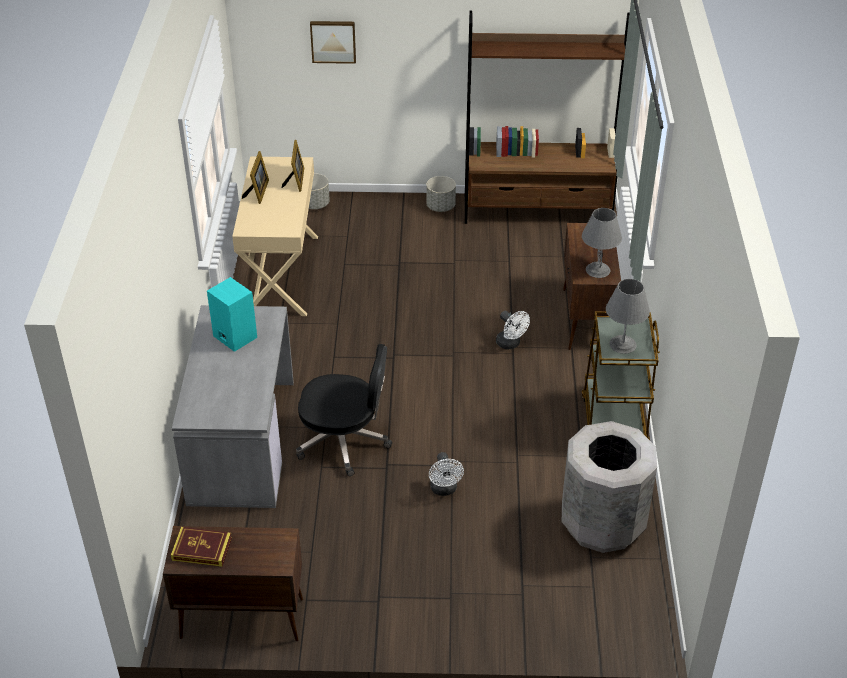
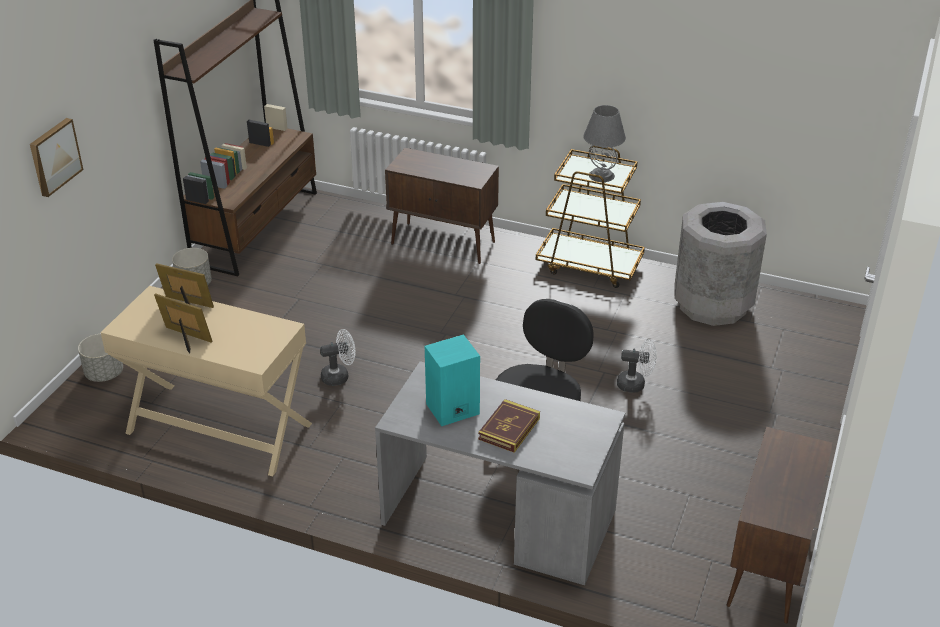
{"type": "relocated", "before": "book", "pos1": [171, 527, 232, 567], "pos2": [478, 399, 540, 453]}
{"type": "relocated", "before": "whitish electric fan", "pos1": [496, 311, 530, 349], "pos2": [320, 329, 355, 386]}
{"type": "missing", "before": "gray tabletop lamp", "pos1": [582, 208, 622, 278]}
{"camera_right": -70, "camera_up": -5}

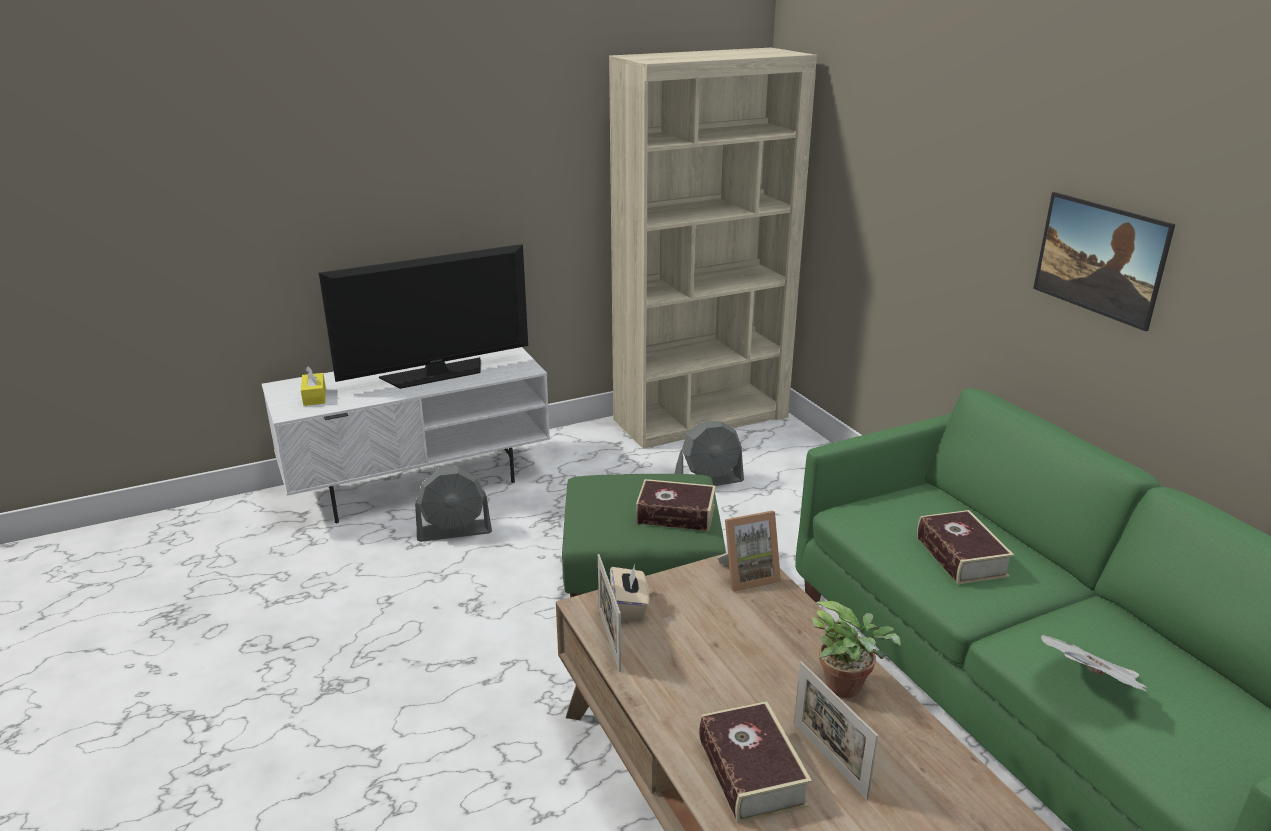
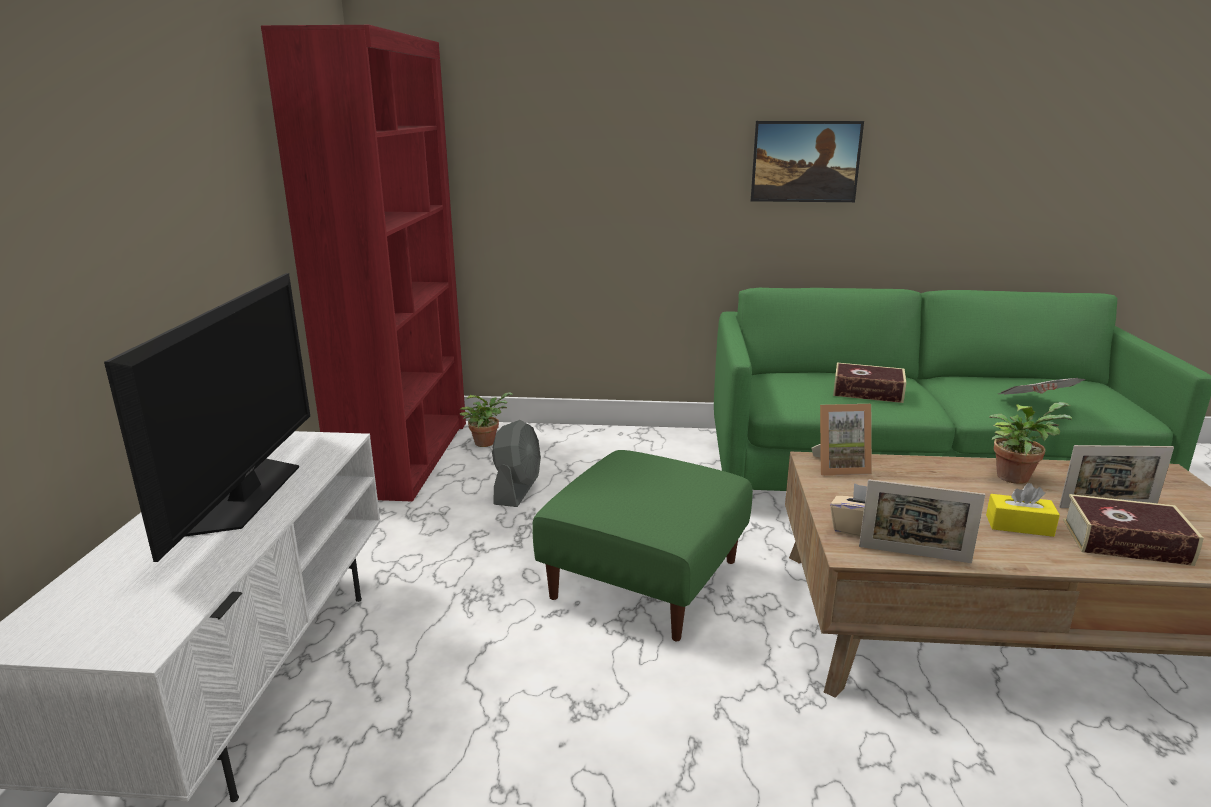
{"type": "relocated", "before": "yellow-coloured tissue holder", "pos1": [301, 366, 326, 406], "pos2": [986, 483, 1060, 537]}
{"type": "missing", "before": "gray electric fan", "pos1": [415, 466, 492, 542]}
{"type": "colour", "before": "sand-coloured bookcase", "after": "red-coloured bookcase", "pos1": [609, 48, 817, 449], "pos2": [261, 25, 466, 502]}
{"type": "missing", "before": "book", "pos1": [636, 479, 716, 531]}
{"type": "spun", "before": "photo frame", "pos1": [718, 511, 781, 592], "pos2": [811, 404, 872, 476], "turn": 75}
{"type": "appeared", "after": "plant in a pot", "pos2": [460, 392, 514, 447]}
{"camera_right": -60, "camera_up": -5}

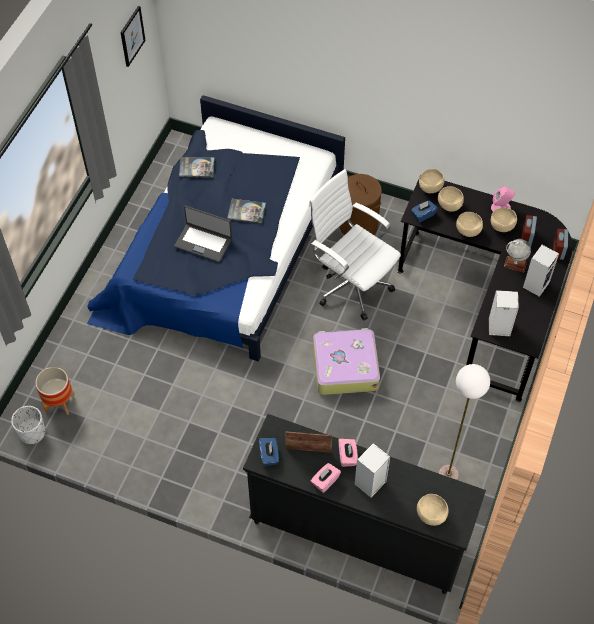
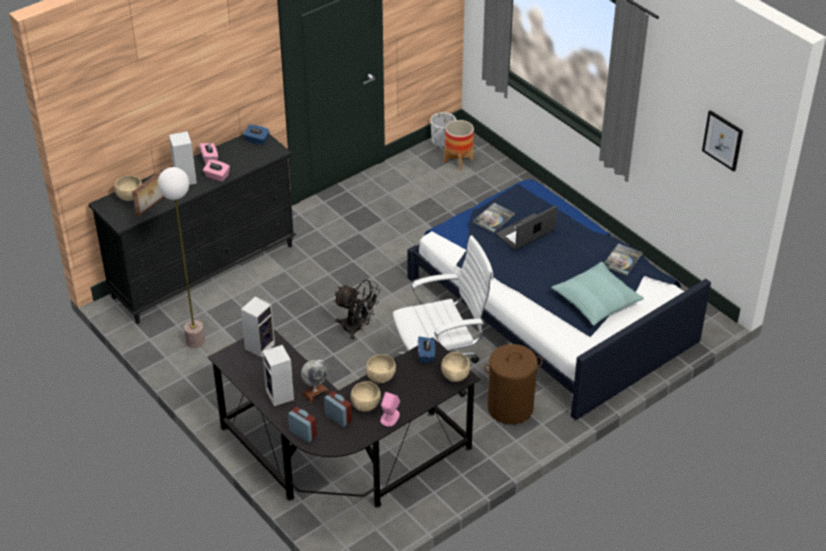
{"type": "relocated", "before": "book", "pos1": [227, 199, 266, 224], "pos2": [473, 203, 515, 233]}
{"type": "relocated", "before": "photo frame", "pos1": [286, 432, 332, 453], "pos2": [132, 171, 164, 217]}
{"type": "exchanged", "before": "suitcase", "after": "blackish electric fan", "pos1": [313, 328, 380, 395], "pos2": [333, 279, 380, 339]}
{"type": "missing", "before": "sand-coloured serving bowl", "pos1": [438, 186, 464, 212]}
{"type": "appeared", "after": "throw pillow", "pos2": [551, 262, 644, 326]}
{"camera_right": 120, "camera_up": -15}

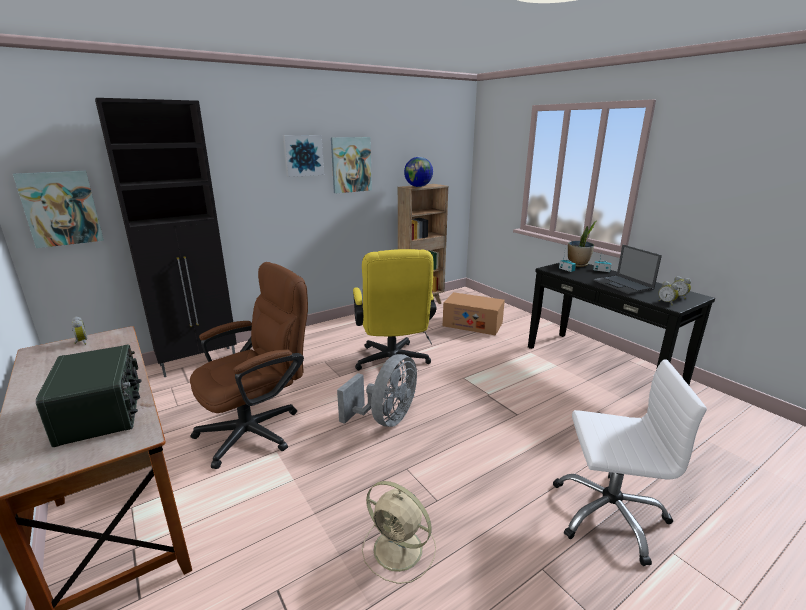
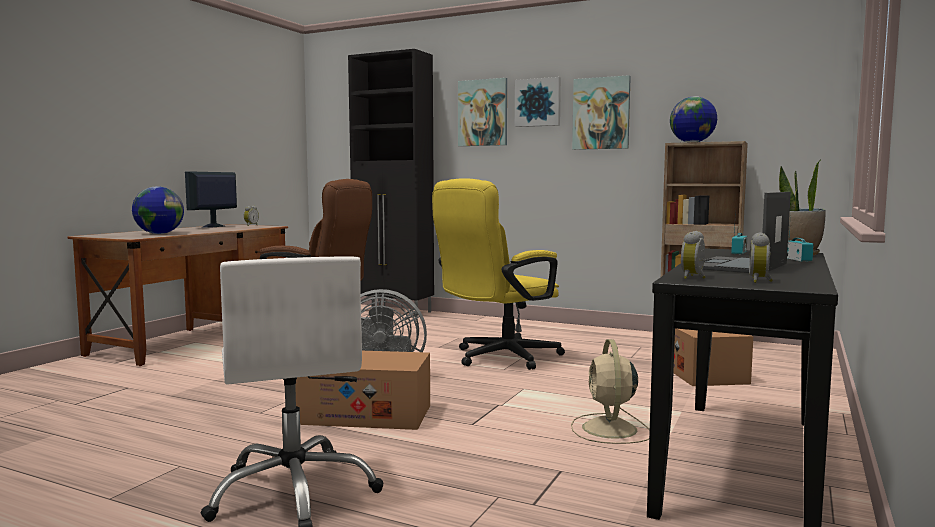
{"type": "relocated", "before": "picture", "pos1": [13, 171, 104, 248], "pos2": [458, 78, 507, 146]}
{"type": "exchanged", "before": "radio receiver", "after": "world globe", "pos1": [36, 344, 142, 447], "pos2": [132, 186, 184, 234]}
{"type": "relocated", "before": "sand-coloured electric fan", "pos1": [362, 481, 436, 584], "pos2": [571, 339, 650, 444]}
{"type": "appeared", "after": "computer screen", "pos2": [185, 171, 237, 228]}
{"type": "appeared", "after": "carton", "pos2": [295, 351, 430, 430]}
{"camera_right": 60, "camera_up": -15}

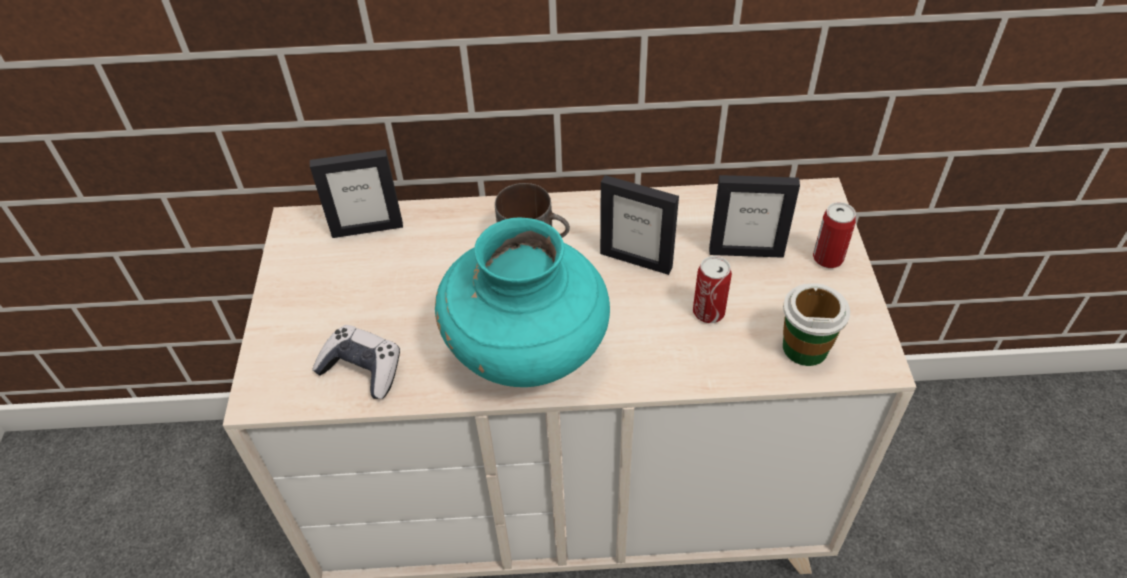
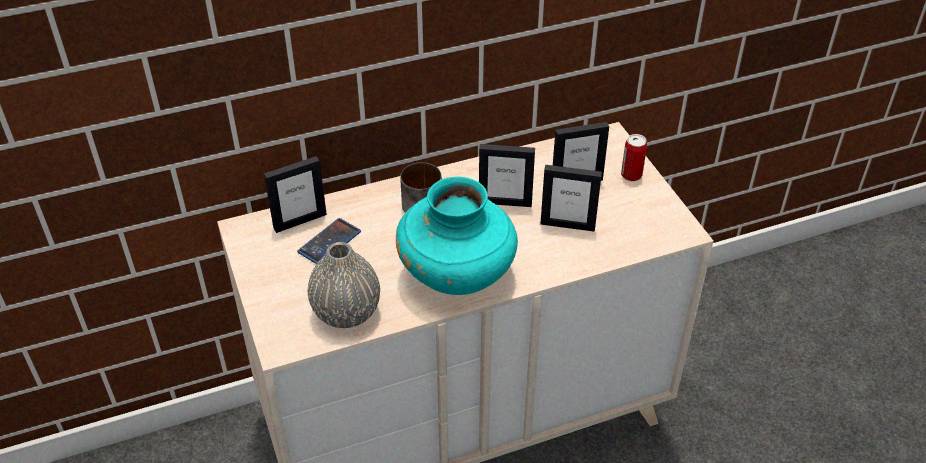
{"type": "exchanged", "before": "gamepad", "after": "gray vase", "pos1": [312, 325, 400, 399], "pos2": [308, 242, 380, 328]}
{"type": "exchanged", "before": "can", "after": "photo frame", "pos1": [693, 256, 732, 323], "pos2": [540, 165, 602, 232]}
{"type": "missing", "before": "small cup", "pos1": [783, 283, 850, 366]}
{"type": "appeared", "after": "handset", "pos2": [297, 218, 361, 264]}
{"camera_right": -20, "camera_up": -5}

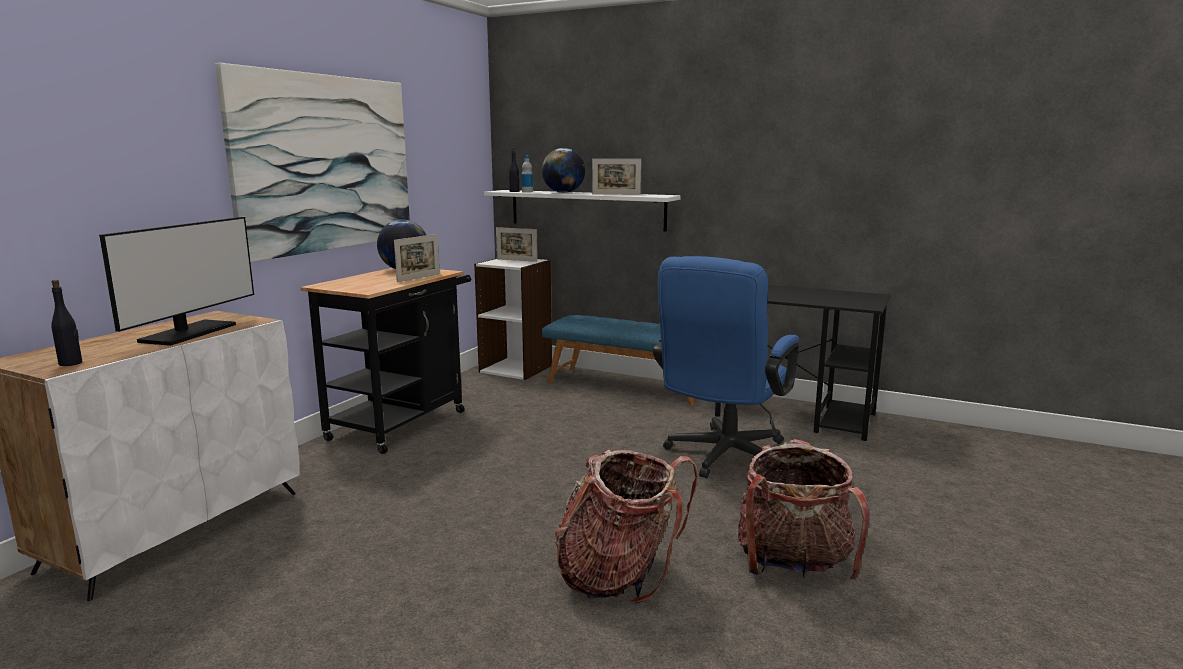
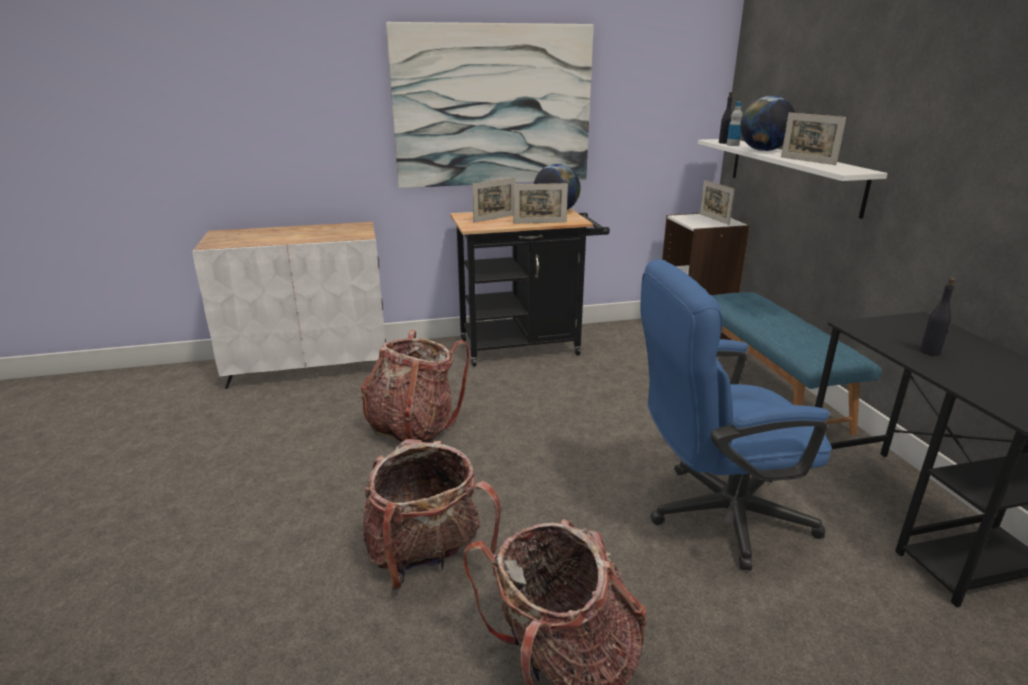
{"type": "relocated", "before": "blackish drink bottle", "pos1": [51, 280, 82, 366], "pos2": [920, 278, 955, 356]}
{"type": "missing", "before": "computer screen", "pos1": [99, 217, 254, 346]}
{"type": "appeared", "after": "knapsack", "pos2": [361, 330, 470, 443]}
{"type": "appeared", "after": "photo frame", "pos2": [472, 178, 516, 223]}
{"camera_right": 50, "camera_up": 10}

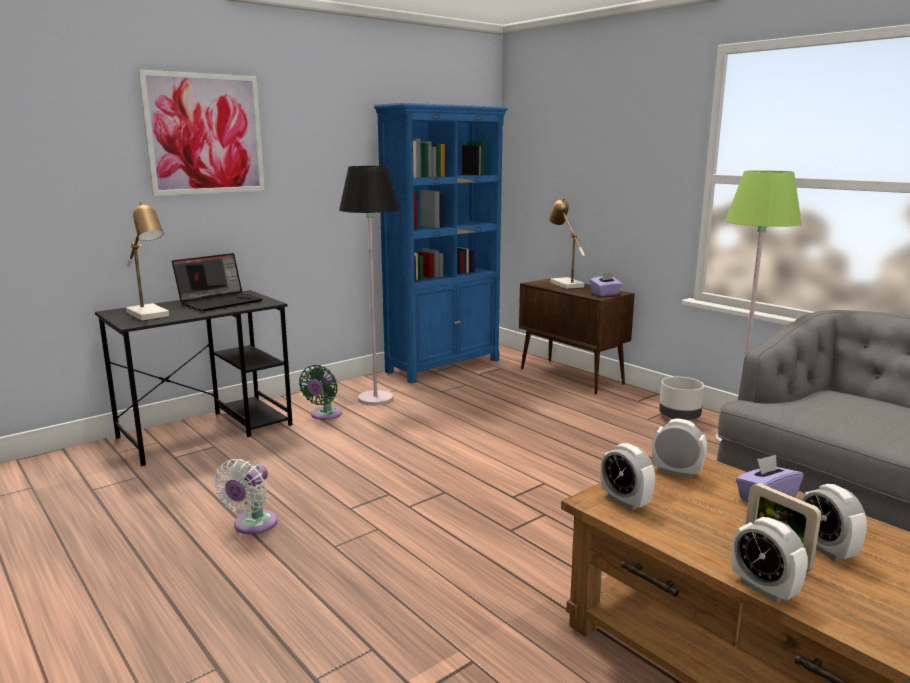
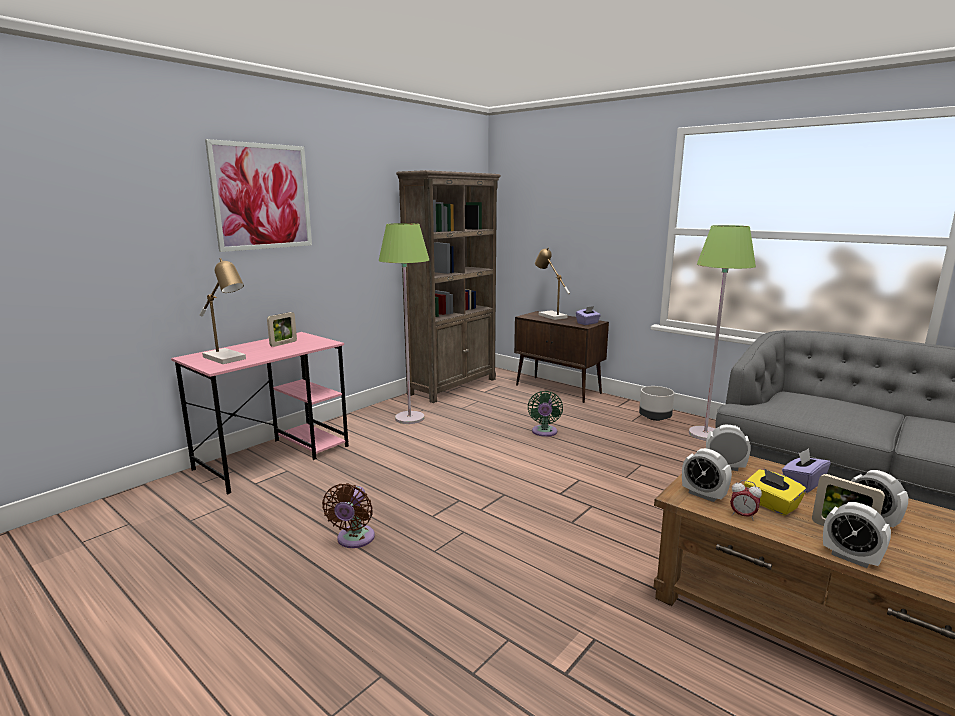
{"type": "colour", "before": "blackish desk", "after": "pink-coloured desk", "pos1": [95, 290, 293, 466], "pos2": [171, 332, 349, 495]}
{"type": "exchanged", "before": "laptop", "after": "photo frame", "pos1": [172, 253, 263, 311], "pos2": [267, 312, 297, 347]}
{"type": "colour", "before": "whitish electric fan", "after": "brown electric fan", "pos1": [214, 459, 278, 534], "pos2": [322, 483, 375, 548]}
{"type": "relocated", "before": "greenish electric fan", "pos1": [299, 365, 342, 420], "pos2": [528, 391, 563, 437]}
{"type": "colour", "before": "blackish floor lamp", "after": "greenish floor lamp", "pos1": [339, 166, 400, 405], "pos2": [379, 223, 429, 424]}
{"type": "colour", "before": "bluish bookcase", "after": "brown bookcase", "pos1": [374, 103, 508, 384], "pos2": [396, 170, 501, 403]}
{"type": "appeared", "after": "alarm clock", "pos2": [730, 480, 762, 521]}
{"type": "appeared", "after": "yellow-coloured tissue holder", "pos2": [744, 468, 806, 516]}
{"camera_right": -10, "camera_up": 0}

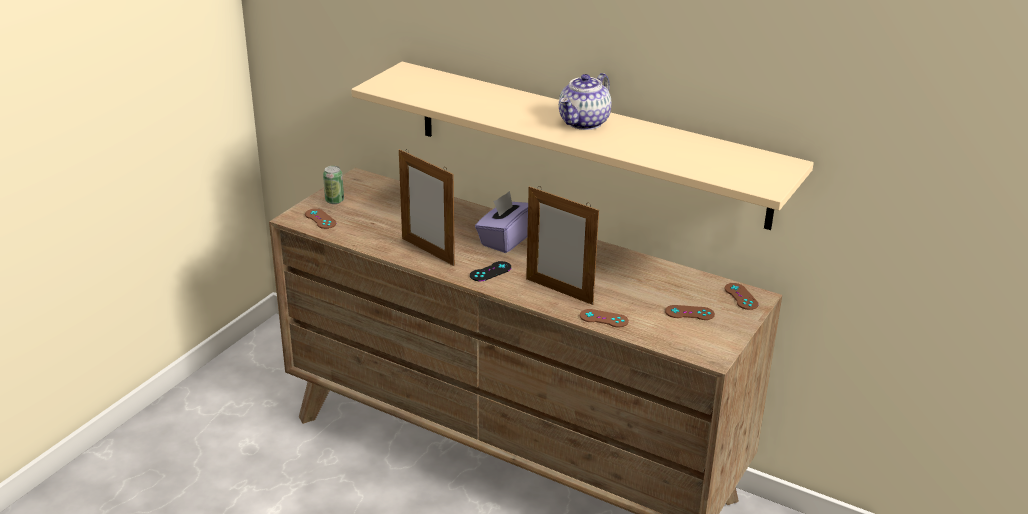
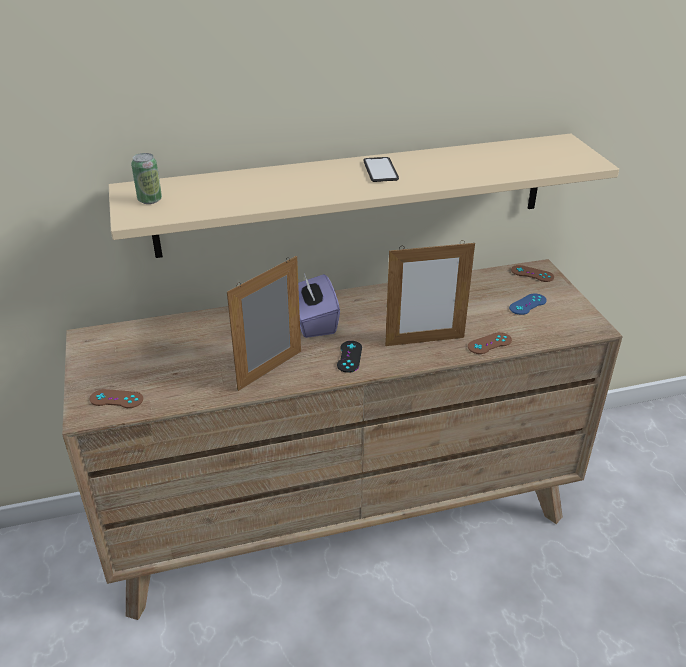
{"type": "relocated", "before": "can", "pos1": [323, 166, 344, 204], "pos2": [131, 153, 162, 204]}
{"type": "spun", "before": "photo frame", "pos1": [399, 149, 455, 266], "pos2": [227, 256, 301, 391], "turn": 135}
{"type": "exchanged", "before": "pot for tea", "after": "handset", "pos1": [559, 73, 611, 130], "pos2": [364, 157, 399, 182]}
{"type": "colour", "before": "brown gamepad", "after": "bluish gamepad", "pos1": [665, 305, 715, 320], "pos2": [509, 293, 547, 315]}
{"camera_right": -45, "camera_up": 5}

